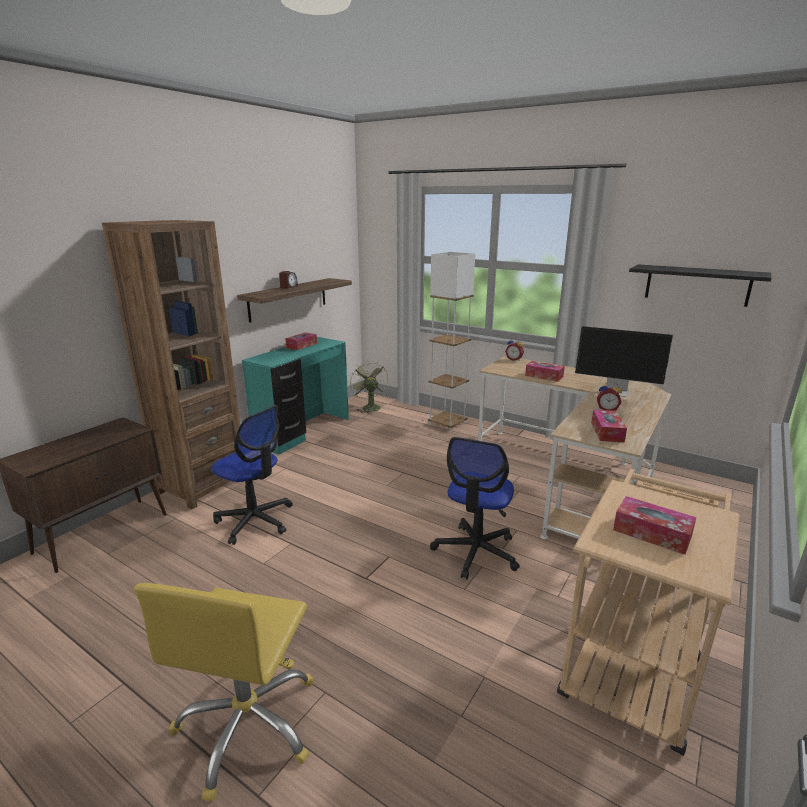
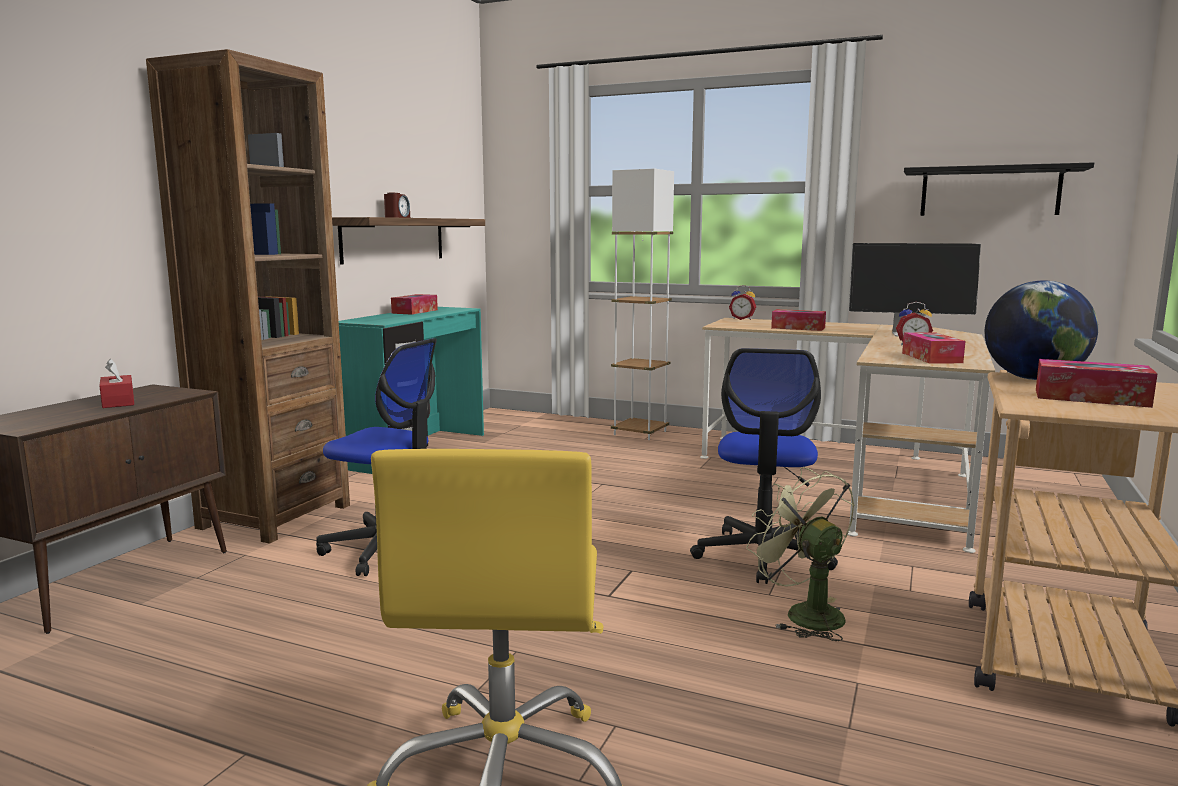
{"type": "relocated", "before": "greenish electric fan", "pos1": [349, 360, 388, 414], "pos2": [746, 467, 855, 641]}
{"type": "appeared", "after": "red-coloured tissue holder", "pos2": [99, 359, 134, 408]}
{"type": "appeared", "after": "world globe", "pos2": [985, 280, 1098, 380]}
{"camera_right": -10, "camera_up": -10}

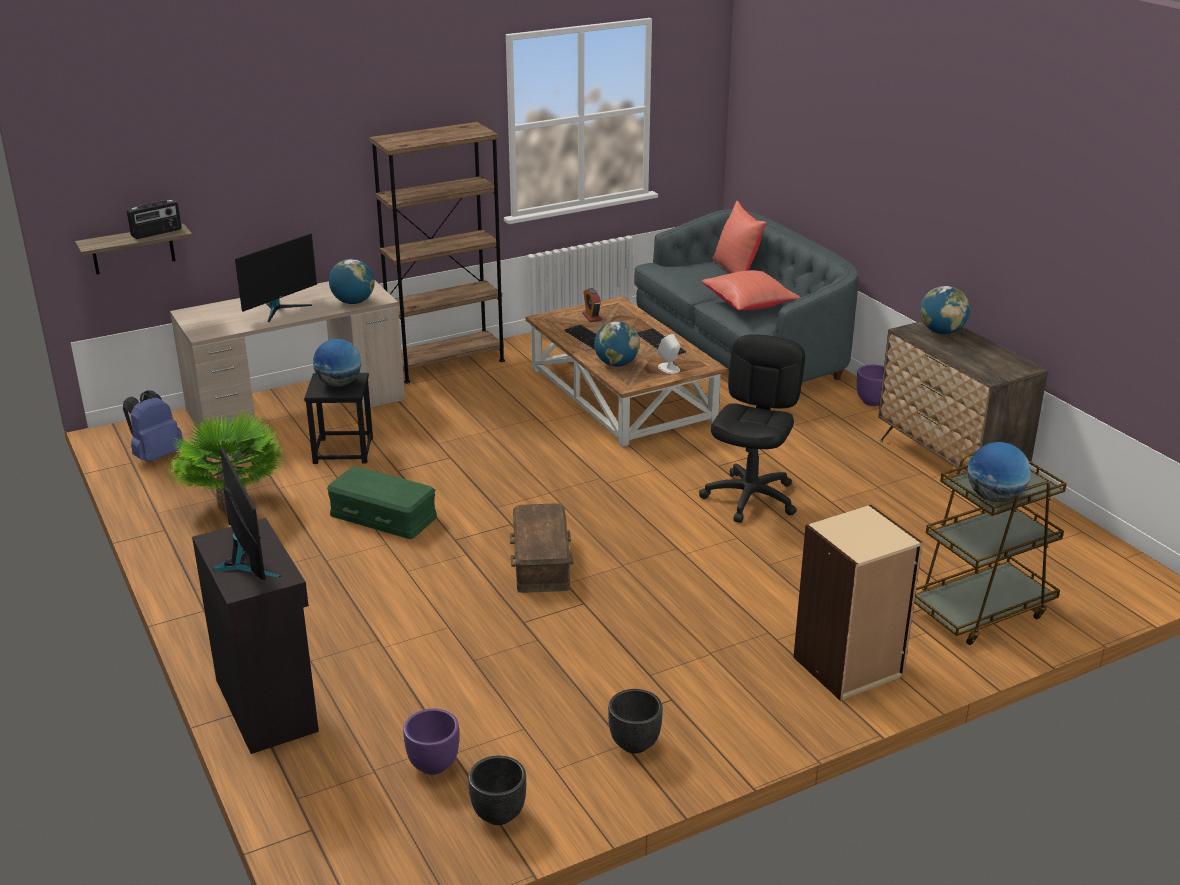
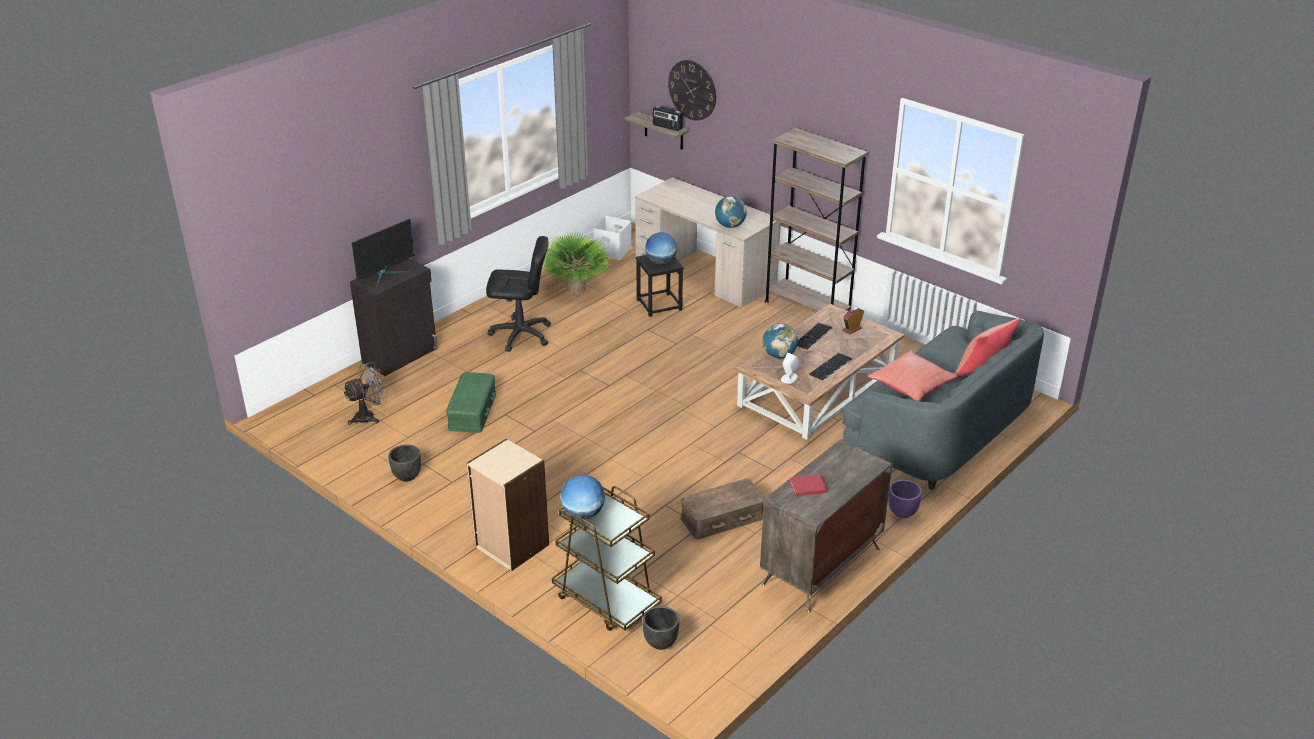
{"type": "exchanged", "before": "bluish knapsack", "after": "whitish storage container", "pos1": [123, 390, 183, 462], "pos2": [593, 216, 632, 260]}
{"type": "missing", "before": "computer screen", "pos1": [235, 233, 317, 322]}
{"type": "relocated", "before": "greenish storage container", "pos1": [327, 466, 437, 539], "pos2": [446, 372, 496, 433]}
{"type": "exchanged", "before": "purple-coloured plant pot", "after": "gray electric fan", "pos1": [403, 709, 459, 775], "pos2": [343, 362, 388, 425]}
{"type": "relocated", "before": "blackish plant pot", "pos1": [468, 756, 526, 825], "pos2": [643, 606, 679, 650]}
{"type": "relocated", "before": "brown storage container", "pos1": [510, 503, 574, 593], "pos2": [681, 479, 765, 539]}
{"type": "relocated", "before": "blackish desk chair", "pos1": [699, 334, 805, 523], "pos2": [486, 236, 551, 352]}
{"type": "missing", "before": "world globe", "pos1": [920, 286, 970, 334]}
{"type": "appeared", "after": "clock on the wall", "pos2": [668, 60, 716, 121]}
{"type": "appeared", "after": "red-coloured book", "pos2": [789, 474, 827, 496]}
{"camera_right": 70, "camera_up": 5}

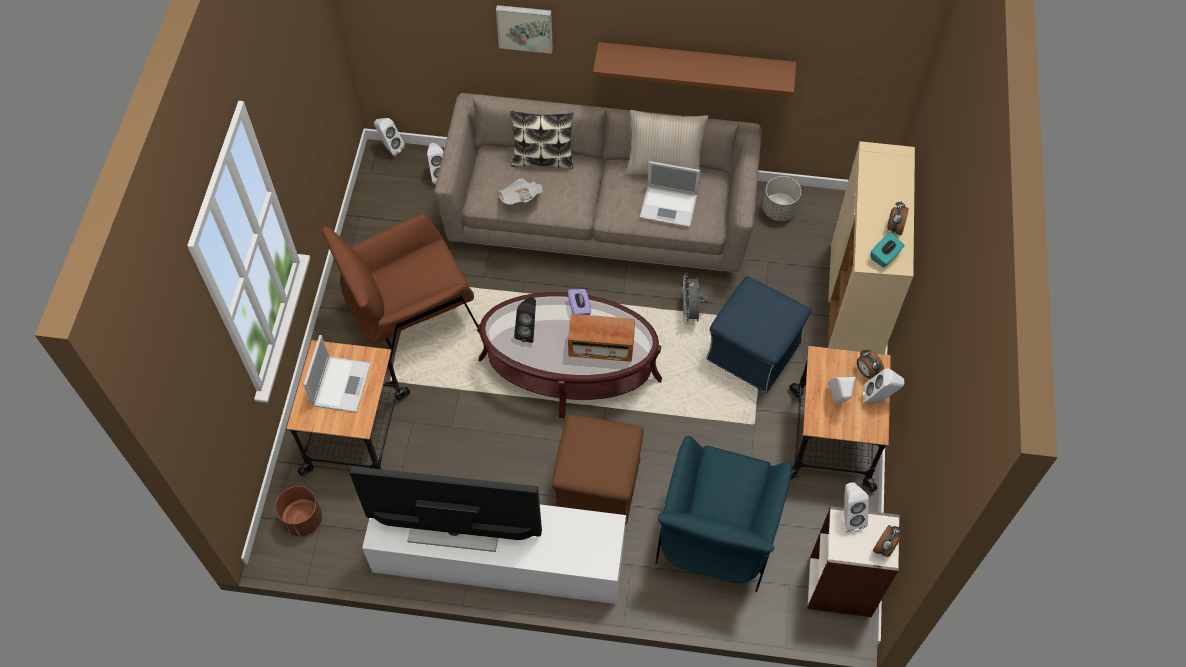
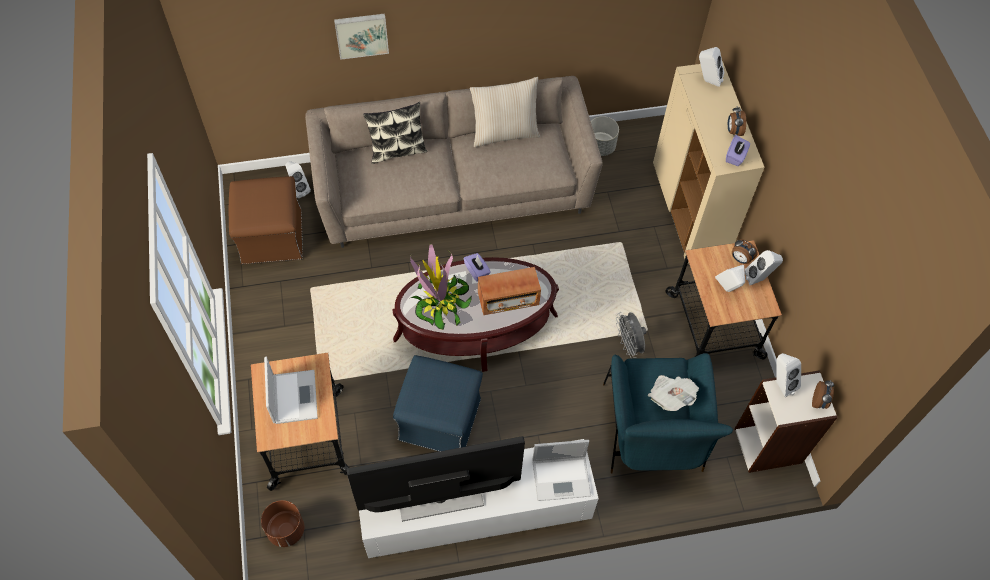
{"type": "missing", "before": "brown easy chair", "pos1": [322, 214, 478, 369]}
{"type": "relocated", "before": "whitish loudspeaker", "pos1": [374, 118, 405, 156], "pos2": [699, 47, 724, 87]}
{"type": "relocated", "before": "daily paper", "pos1": [499, 178, 543, 205], "pos2": [648, 375, 699, 411]}
{"type": "exchanged", "before": "blackish loudspeaker", "after": "plant in a pot", "pos1": [514, 297, 536, 343], "pos2": [410, 243, 472, 330]}
{"type": "relocated", "before": "brown ottoman", "pos1": [551, 414, 644, 524], "pos2": [229, 176, 303, 265]}
{"type": "missing", "before": "brown shelf", "pos1": [593, 42, 796, 96]}
{"type": "relocated", "before": "laptop", "pos1": [640, 161, 700, 227], "pos2": [532, 440, 591, 501]}
{"type": "relocated", "before": "gray electric fan", "pos1": [682, 273, 708, 325], "pos2": [616, 312, 646, 359]}
{"type": "relocated", "before": "bluish ottoman", "pos1": [706, 276, 811, 393], "pos2": [393, 355, 483, 451]}
{"type": "colour", "before": "blue-green tissue holder", "after": "purple-coloured tissue holder", "pos1": [871, 232, 905, 268], "pos2": [726, 135, 750, 166]}
{"camera_right": -20, "camera_up": 0}

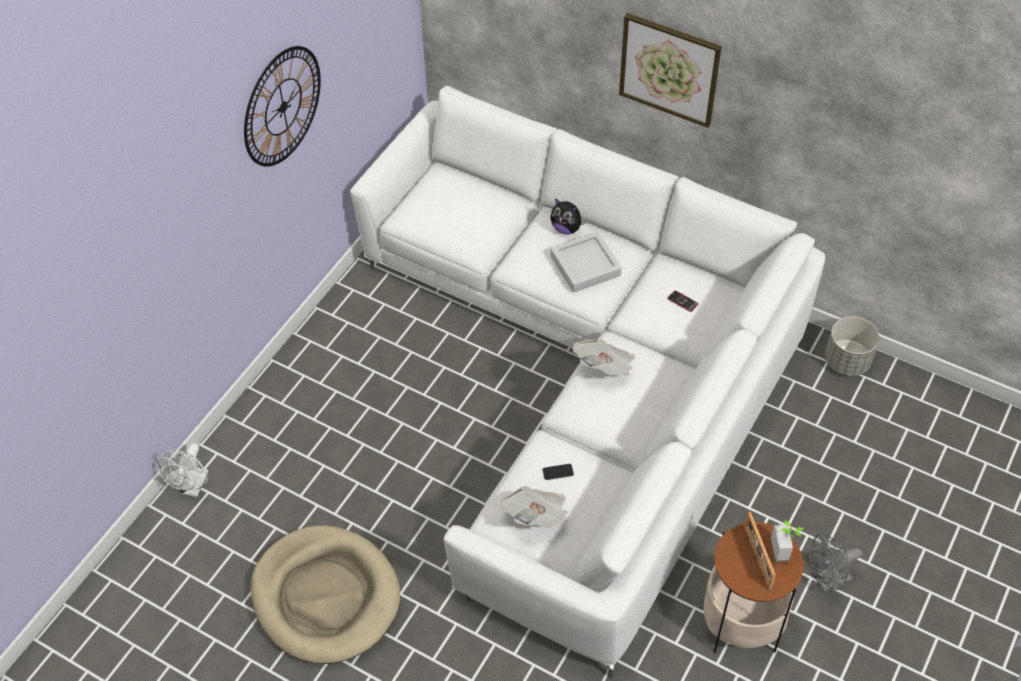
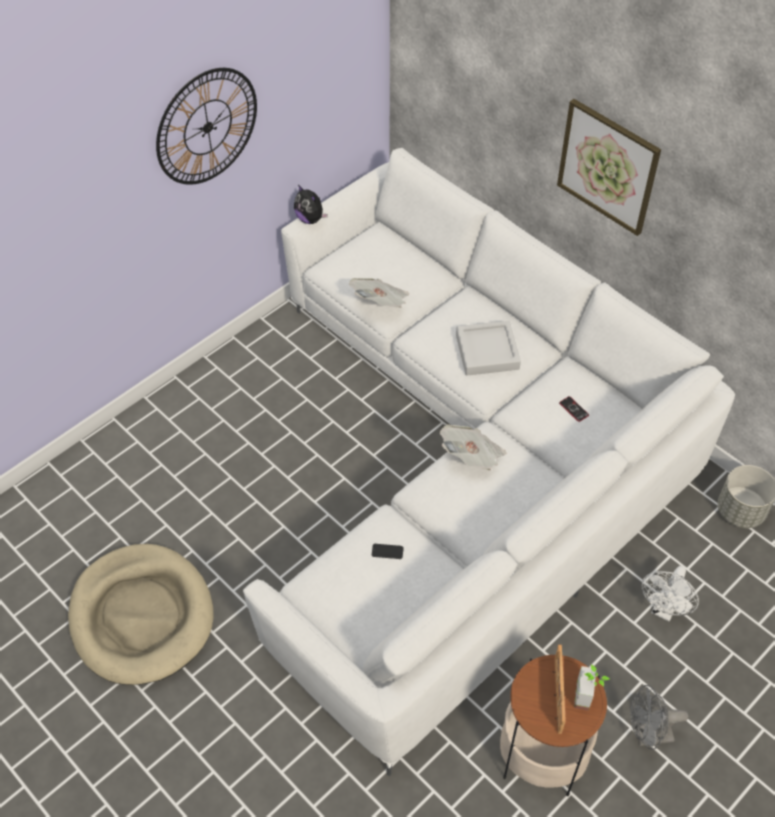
{"type": "relocated", "before": "whitish electric fan", "pos1": [155, 443, 208, 497], "pos2": [642, 566, 699, 621]}
{"type": "relocated", "before": "daily paper", "pos1": [501, 486, 568, 528], "pos2": [349, 278, 409, 308]}
{"type": "relocated", "before": "soft toy", "pos1": [550, 199, 587, 234], "pos2": [294, 185, 328, 224]}
{"camera_right": 15, "camera_up": 0}

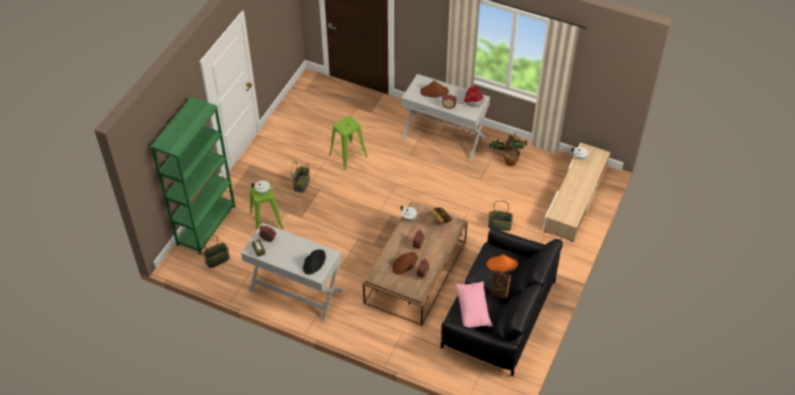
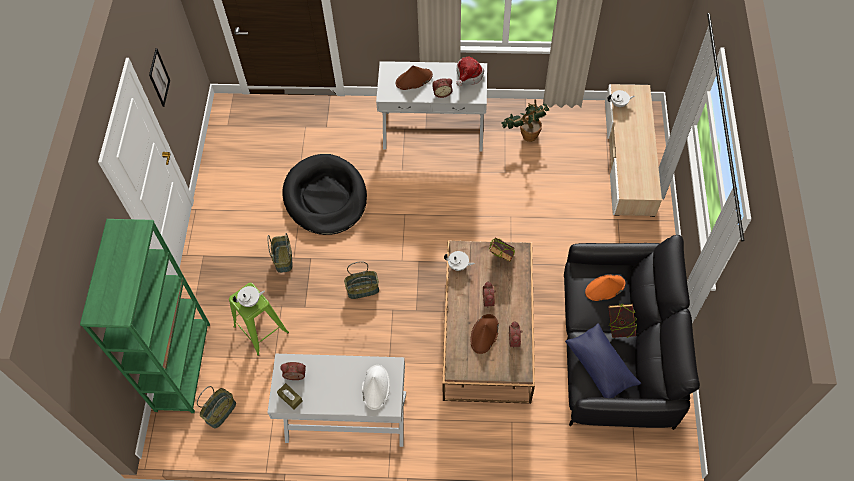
{"type": "colour", "before": "blackish hat", "after": "whitish hat", "pos1": [303, 249, 326, 274], "pos2": [362, 365, 390, 410]}
{"type": "exchanged", "before": "greenish stool", "after": "blackish dog bed", "pos1": [329, 116, 367, 170], "pos2": [282, 154, 367, 235]}
{"type": "colour", "before": "pink-coloured throw pillow", "after": "bluish throw pillow", "pos1": [455, 281, 493, 328], "pos2": [565, 323, 641, 398]}
{"type": "relocated", "before": "storage basket", "pos1": [488, 201, 513, 231], "pos2": [344, 261, 379, 299]}
{"type": "appeared", "after": "picture", "pos2": [149, 48, 170, 107]}
{"camera_right": -20, "camera_up": 10}

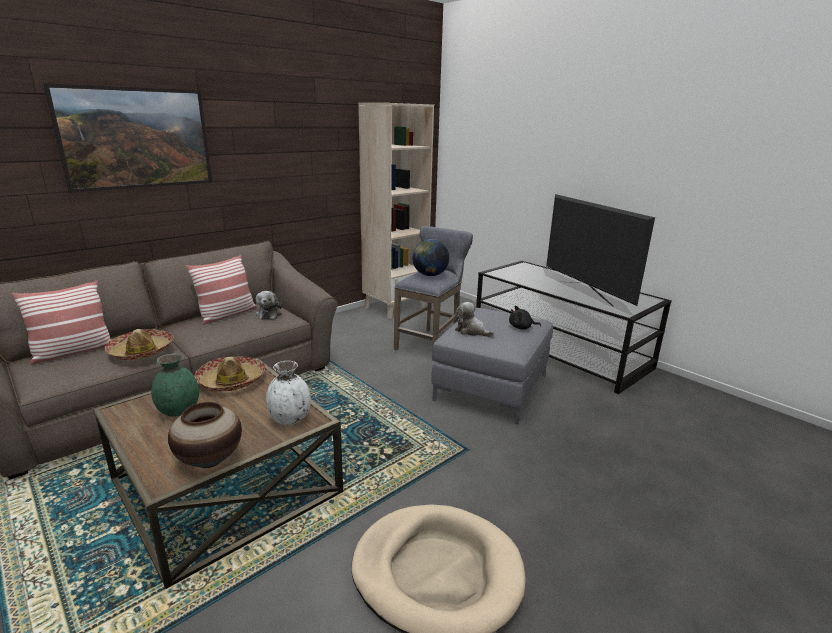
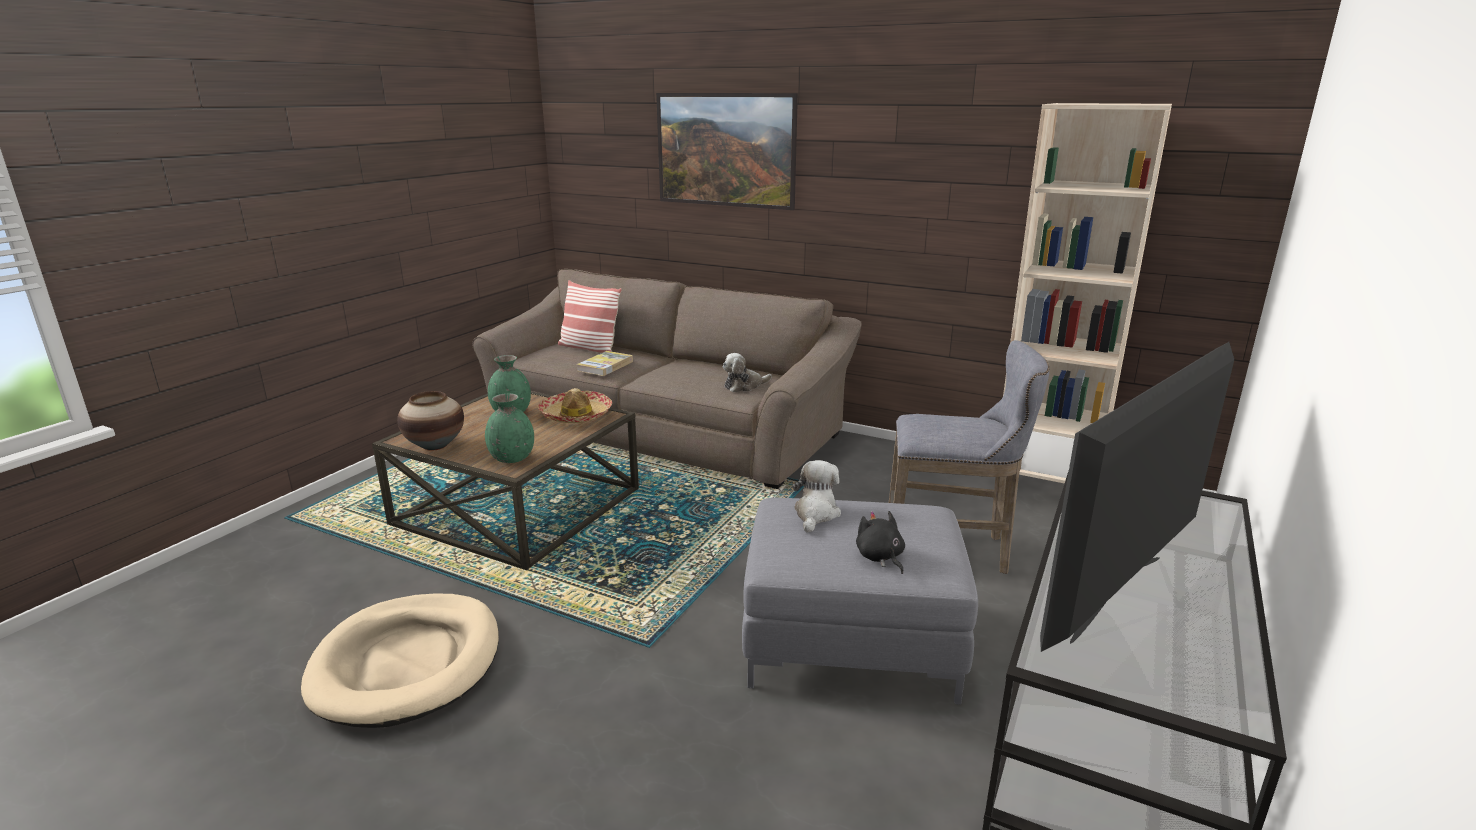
{"type": "exchanged", "before": "hat", "after": "book", "pos1": [105, 329, 174, 360], "pos2": [576, 351, 633, 376]}
{"type": "missing", "before": "throw pillow", "pos1": [185, 255, 257, 325]}
{"type": "colour", "before": "whitish vase", "after": "greenish vase", "pos1": [266, 361, 311, 425], "pos2": [485, 393, 534, 463]}
{"type": "missing", "before": "world globe", "pos1": [412, 239, 449, 276]}
{"camera_right": 70, "camera_up": 0}

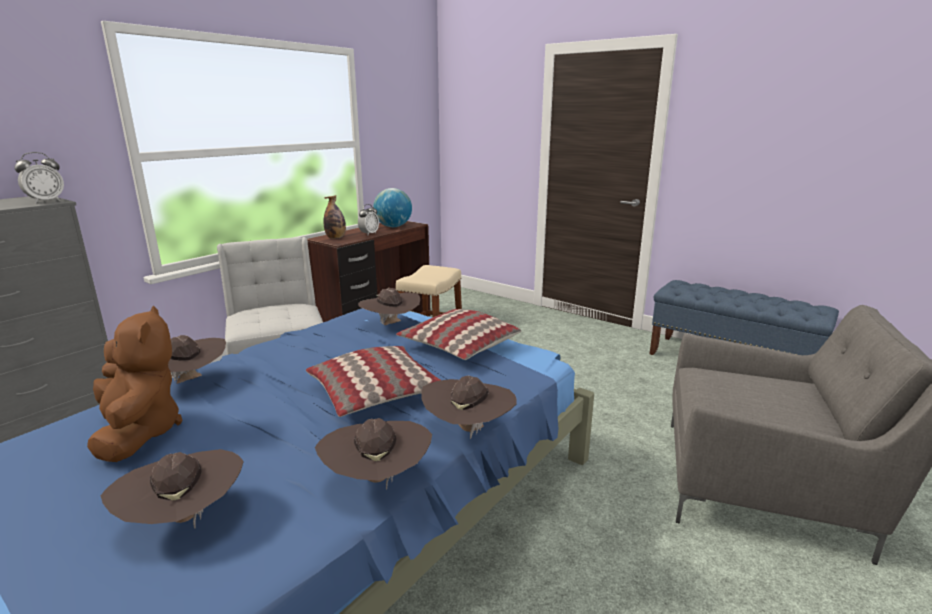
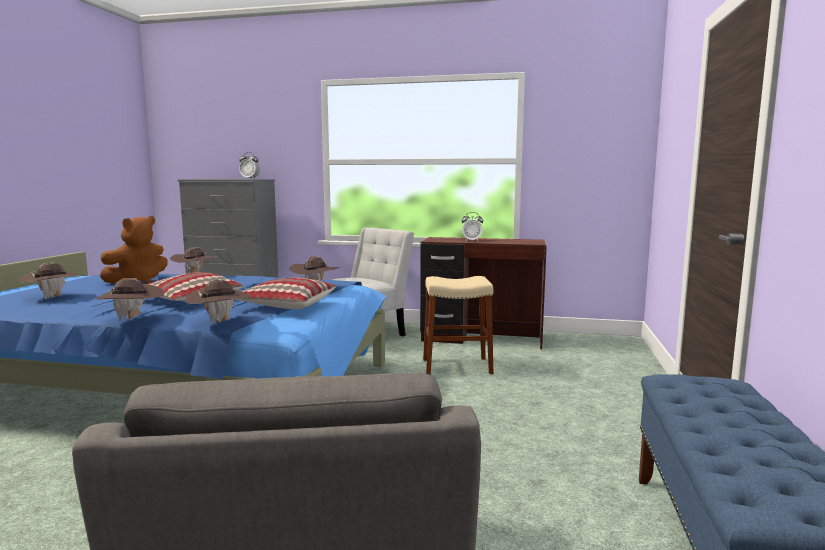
{"type": "relocated", "before": "brown hat", "pos1": [315, 418, 432, 490], "pos2": [185, 280, 251, 325]}
{"type": "missing", "before": "drink bottle", "pos1": [323, 195, 346, 239]}
{"type": "missing", "before": "world globe", "pos1": [373, 188, 412, 227]}
{"camera_right": 65, "camera_up": -10}

